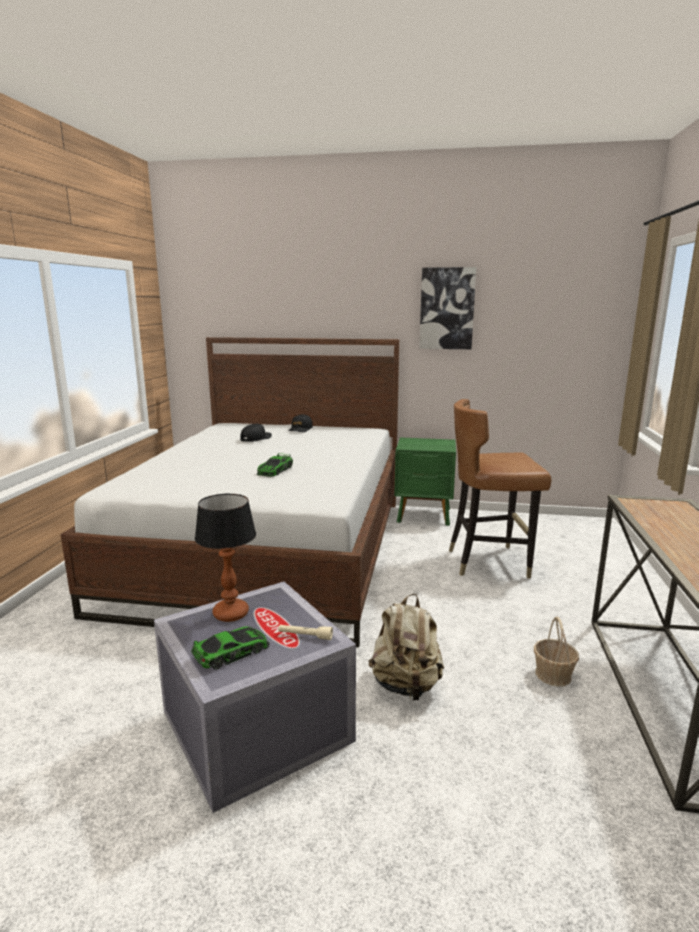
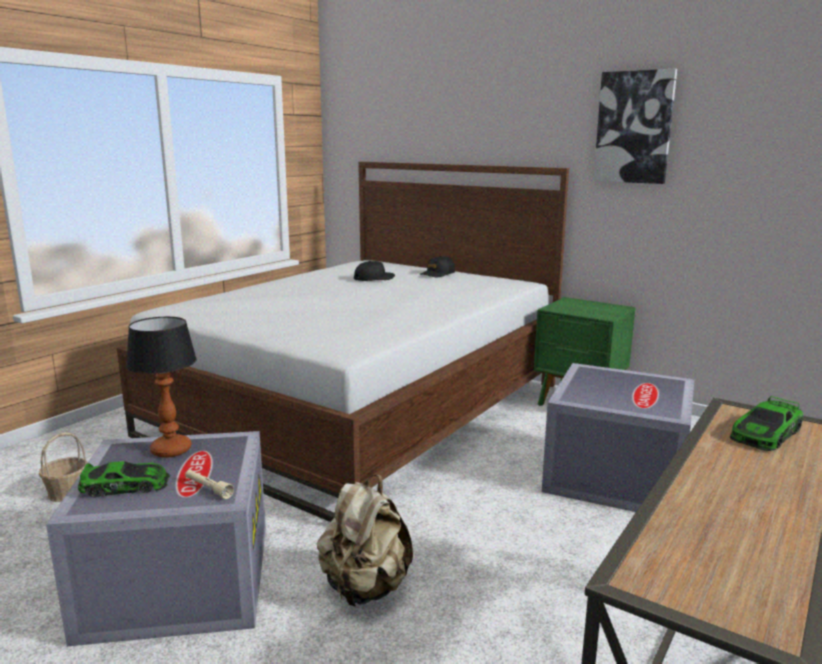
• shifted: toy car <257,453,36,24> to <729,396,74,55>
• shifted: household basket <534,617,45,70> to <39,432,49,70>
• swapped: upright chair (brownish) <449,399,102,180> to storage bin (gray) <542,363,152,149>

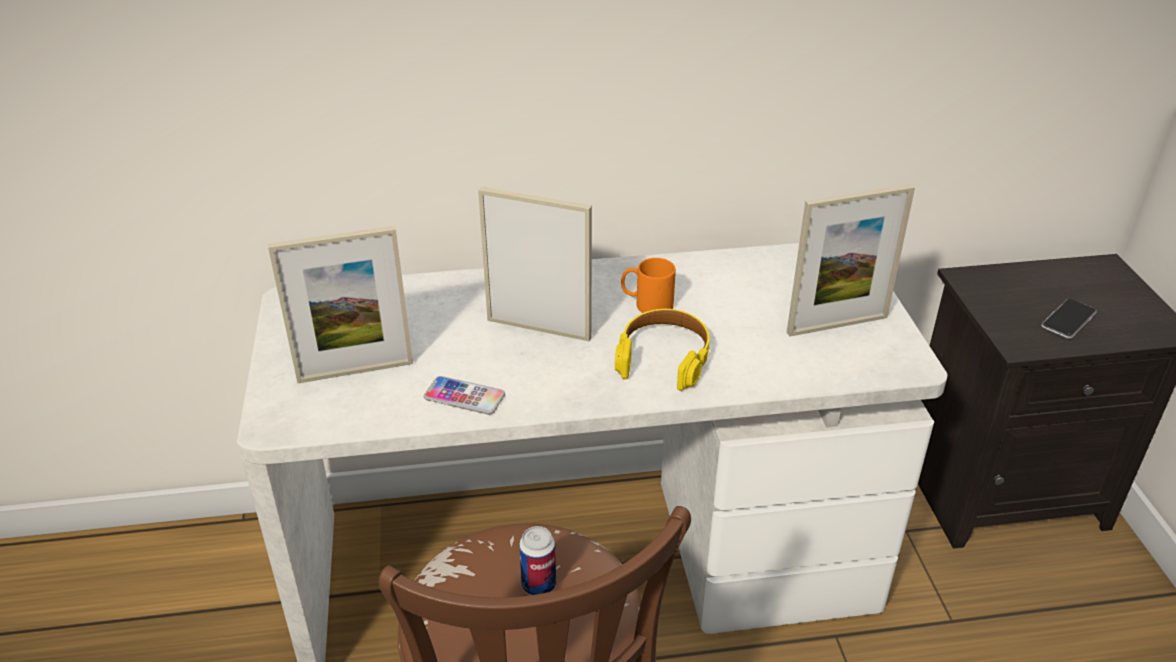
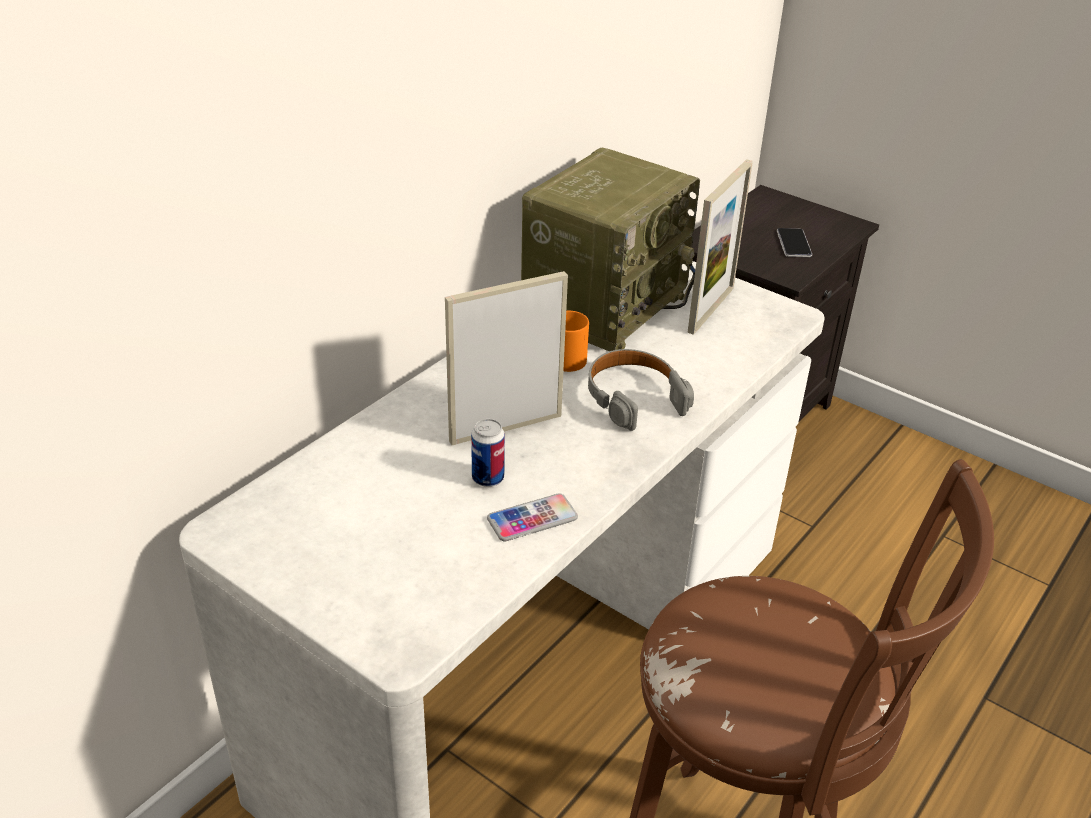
• gone: picture frame <268,226,145,157>
• new: radio <521,148,179,203>
• shifted: can <519,526,37,69> to <471,419,34,68>
• repainted: headset (yellowish) <615,309,95,82> to headset (gray) <588,349,106,82>

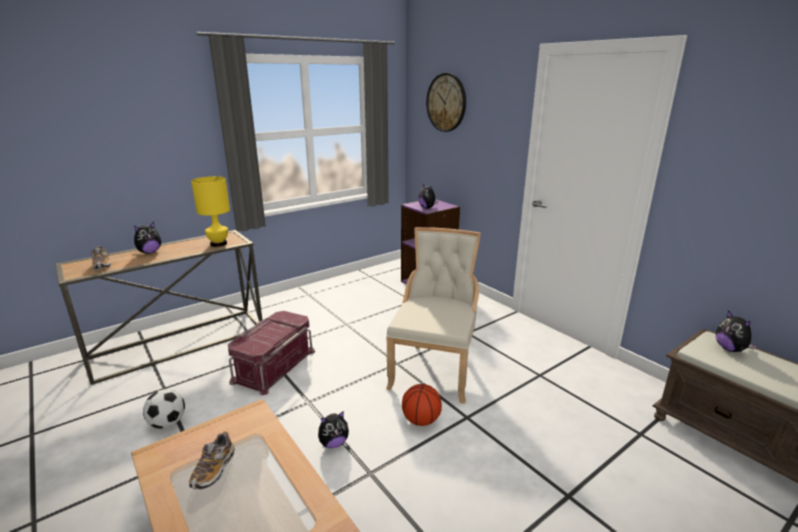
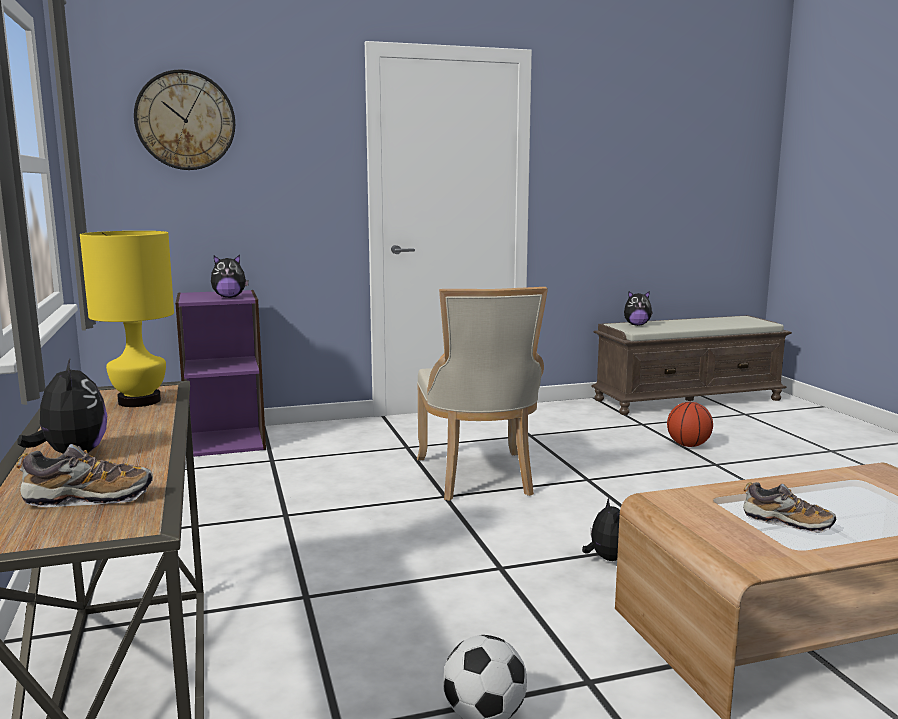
• gone: storage bin (red-coloured) <228,311,87,84>
• shifted: ball for basketball <402,384,40,42> to <667,402,46,45>
• rotated: upright chair (beige-coloured) <386,227,95,177> = <417,287,131,214> 135 degrees counterclockwise

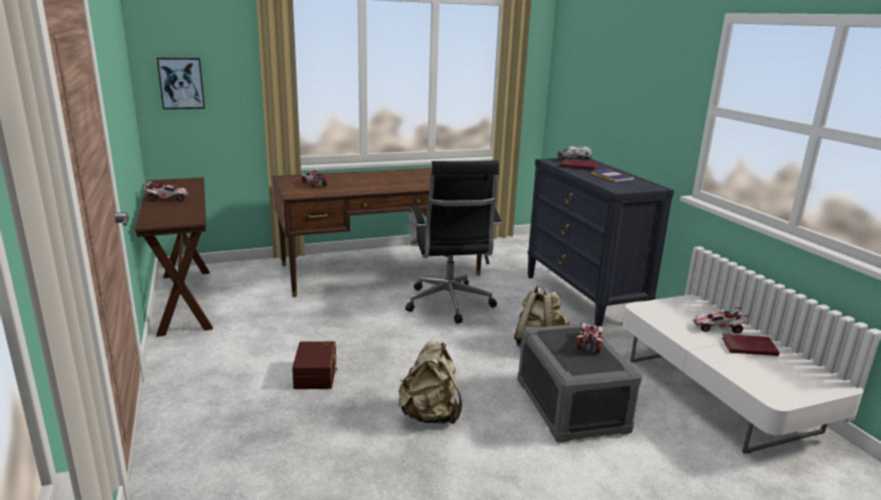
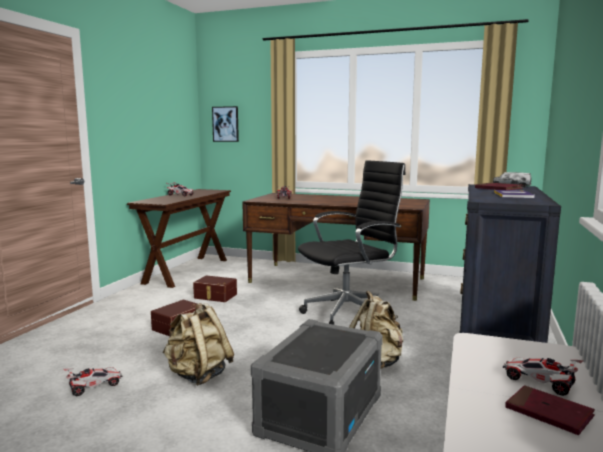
• new: storage bin (brownish) <193,275,44,27>
• shifted: toy car <576,323,28,30> to <64,367,58,29>
• rotated: office chair (black) <405,160,96,164> = <298,160,108,165> 150 degrees counterclockwise

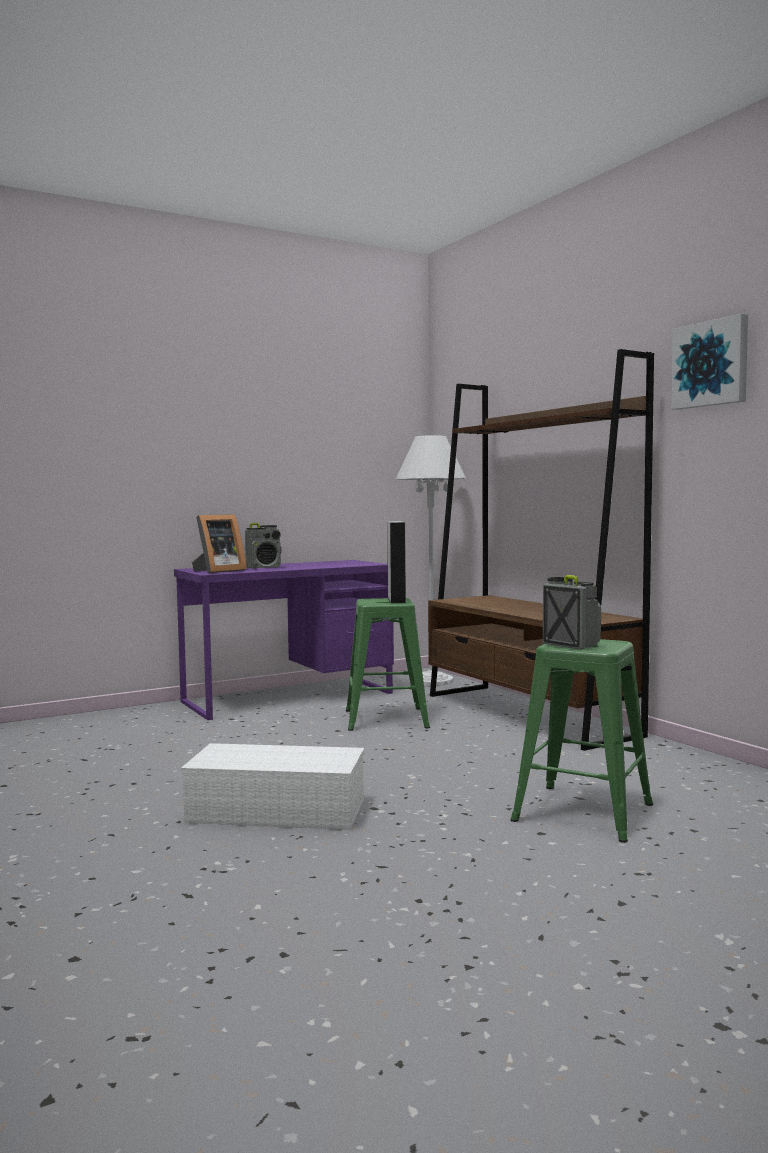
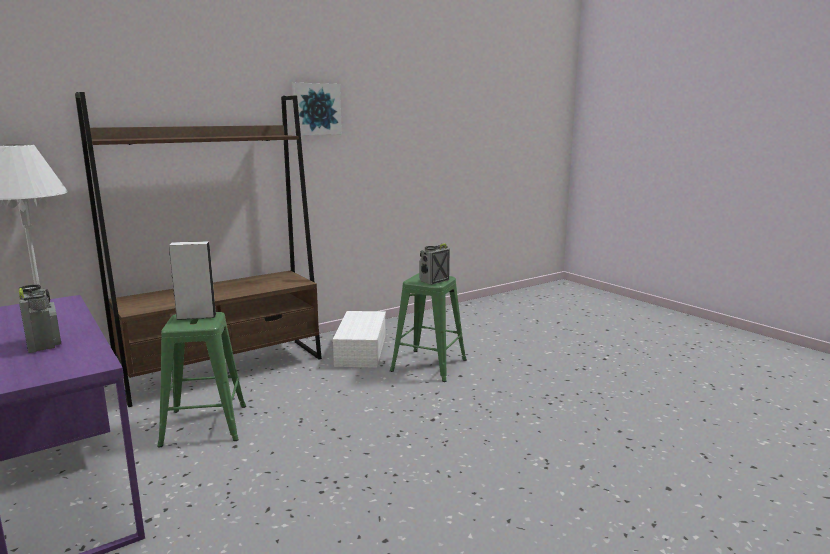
• gone: picture frame <192,514,55,59>
• shifted: storage bin (white-coloured) <181,743,183,87> to <332,311,54,57>

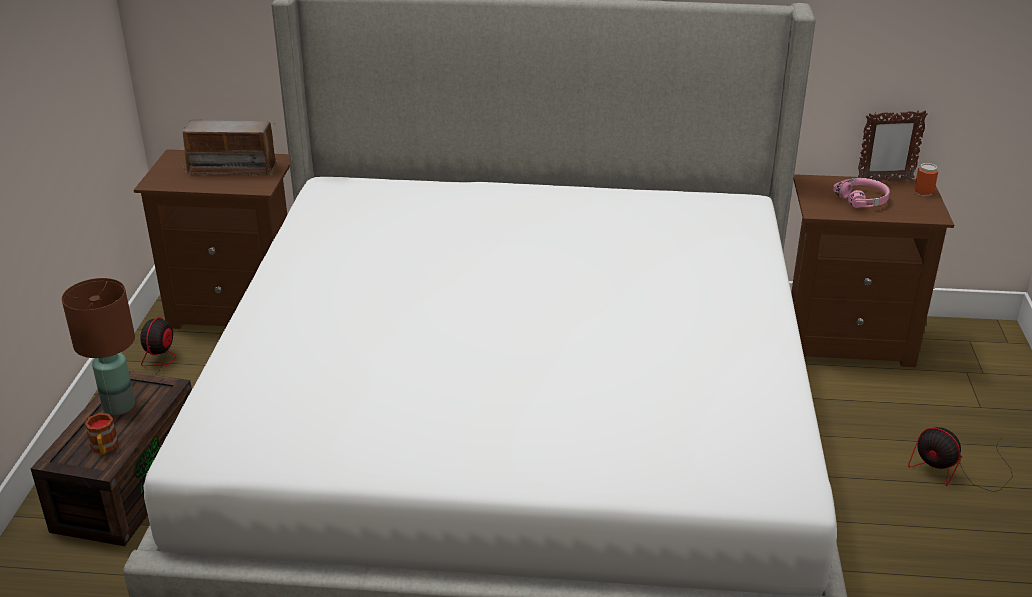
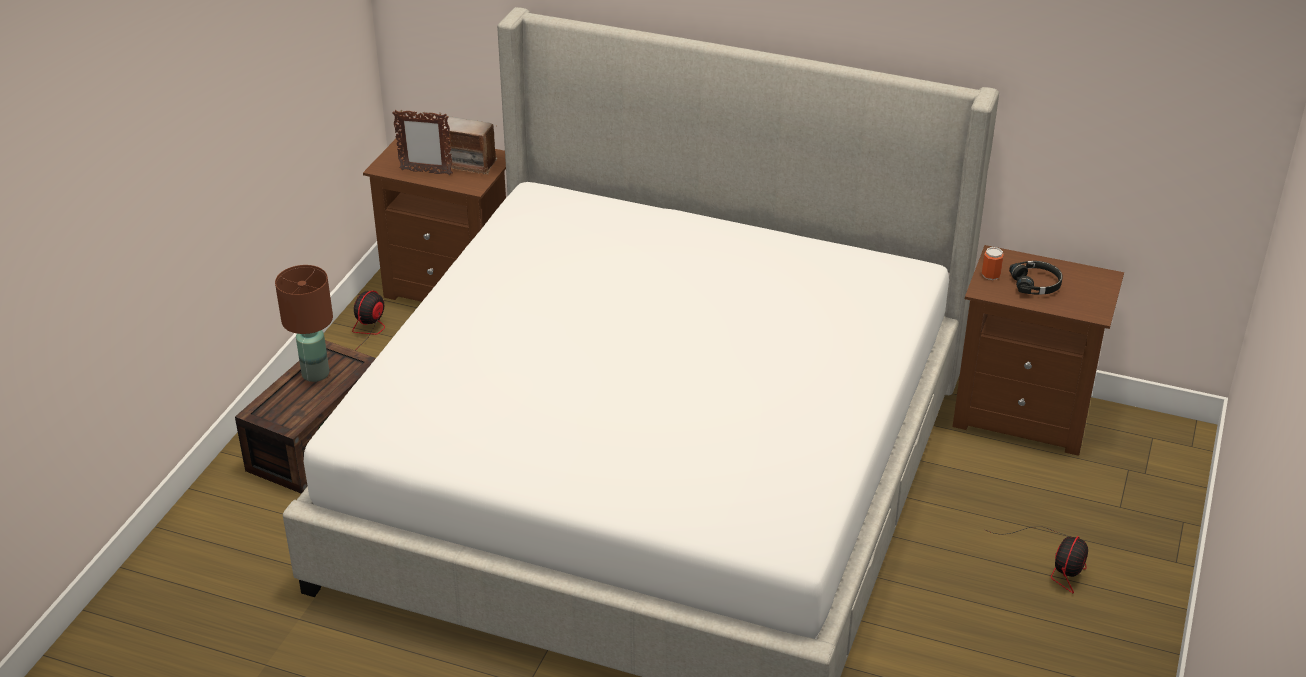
• gone: coffee mug <85,413,34,42>
• shifted: picture frame <857,111,71,70> to <392,110,61,65>
• shifted: can <914,163,24,33> to <982,247,22,33>
• repainted: headset (pink-coloured) <833,178,57,30> to headset (black) <1009,261,54,34>
• rotated: cooling fan <908,427,105,65> = <985,527,103,66> 120 degrees counterclockwise

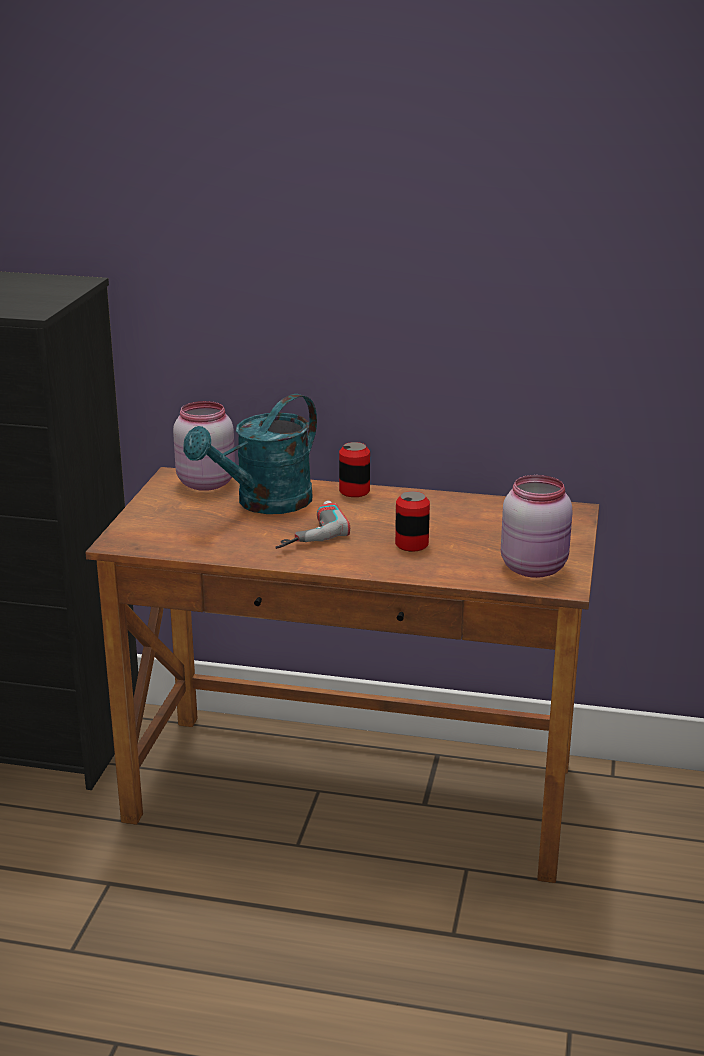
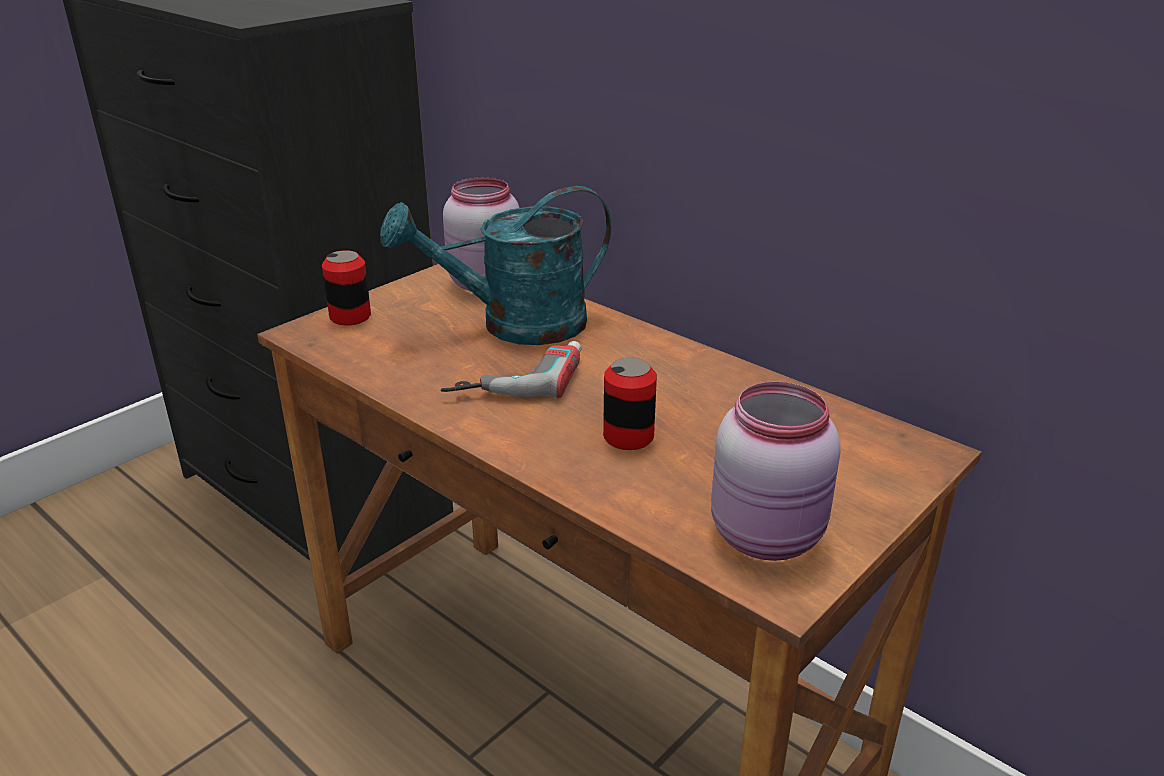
• shifted: can <339,442,31,55> to <322,250,49,75>

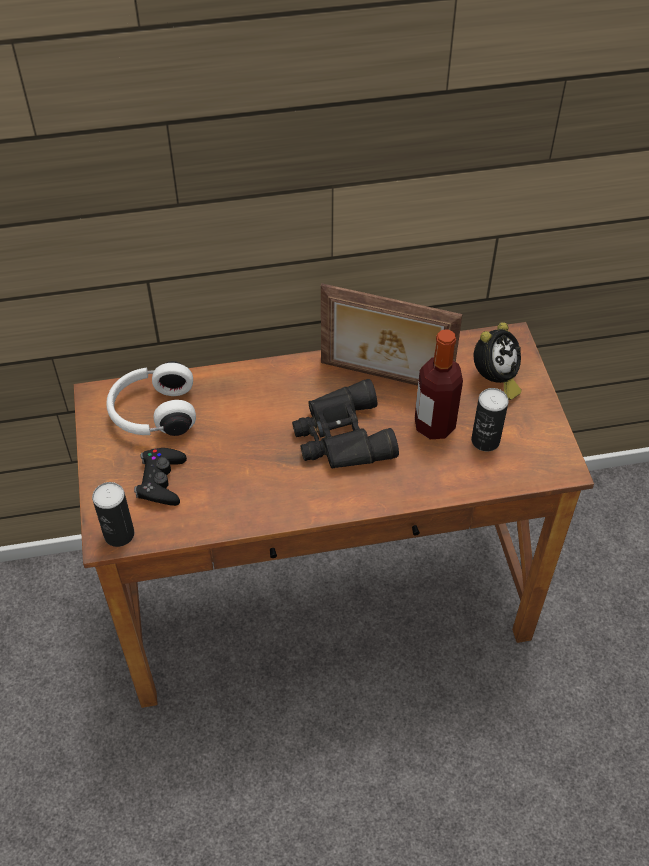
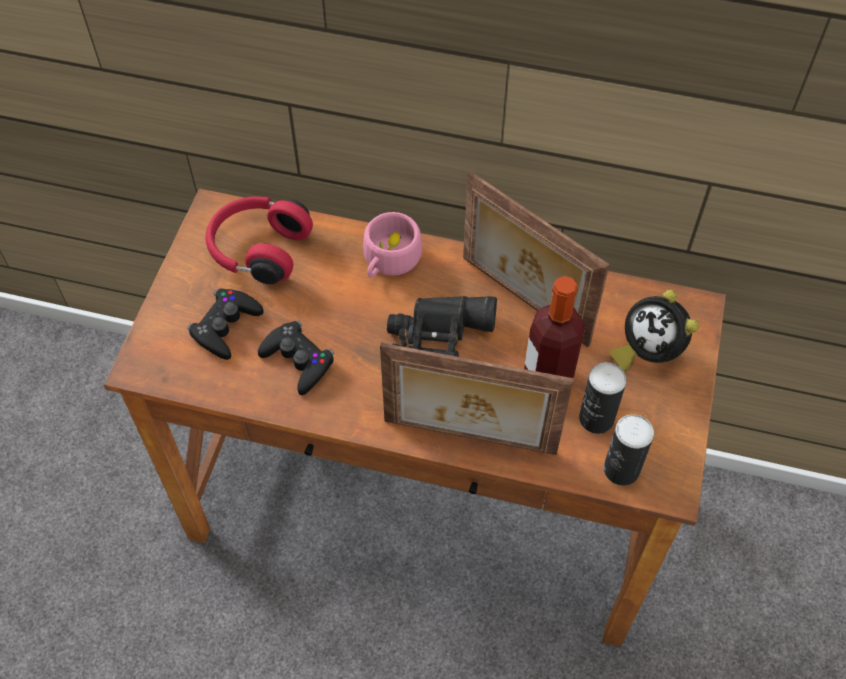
• new: joypad (black) <258,320,76,75>
• new: drinking cup (pink-coloured) <363,212,59,66>
• new: picture frame <380,343,194,112>
• shifted: can <92,482,42,65> to <604,414,50,72>
• repainted: headset (white-coloured) <106,361,90,75> to headset (red-coloured) <206,196,107,88>
• rotated: alarm clock <474,322,47,78> = <610,290,89,81> 75 degrees clockwise

